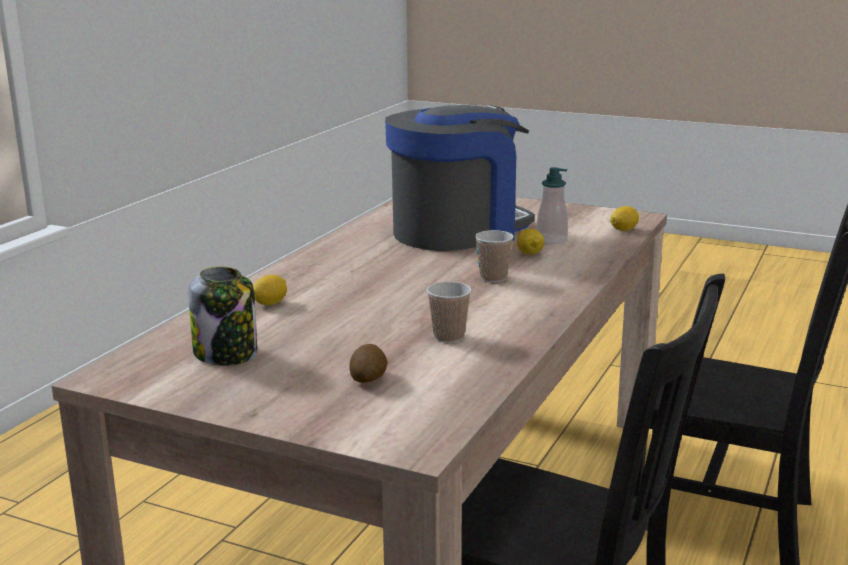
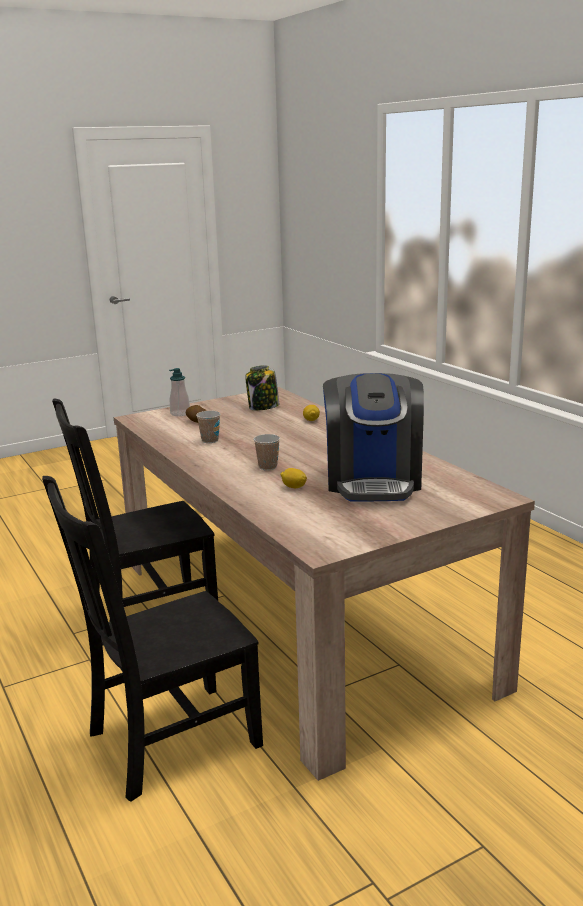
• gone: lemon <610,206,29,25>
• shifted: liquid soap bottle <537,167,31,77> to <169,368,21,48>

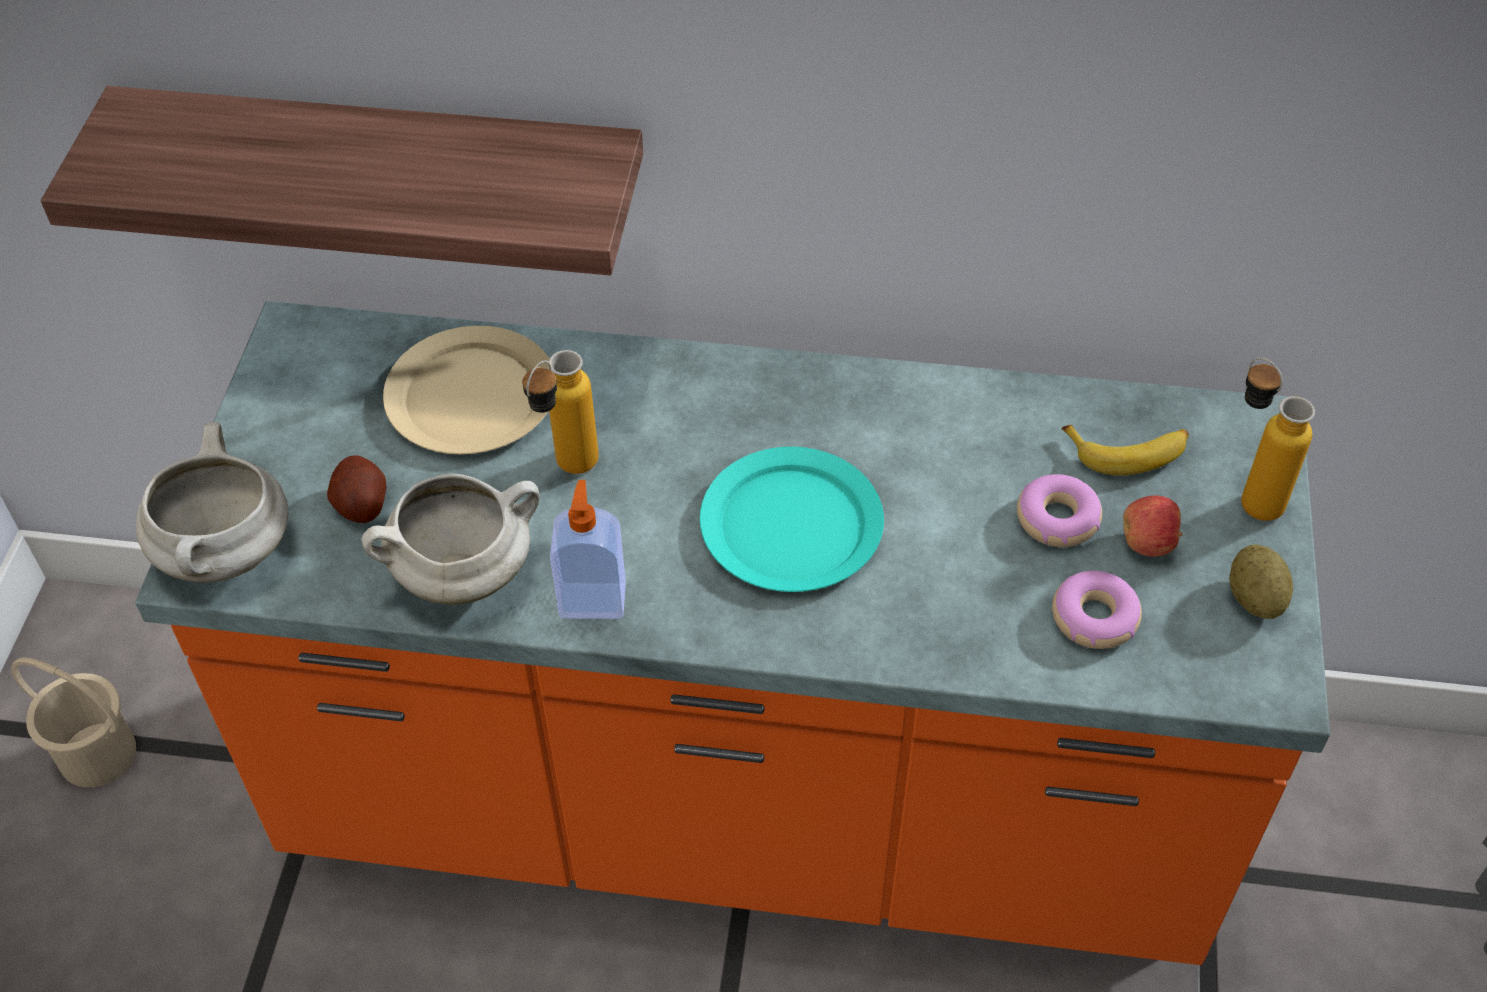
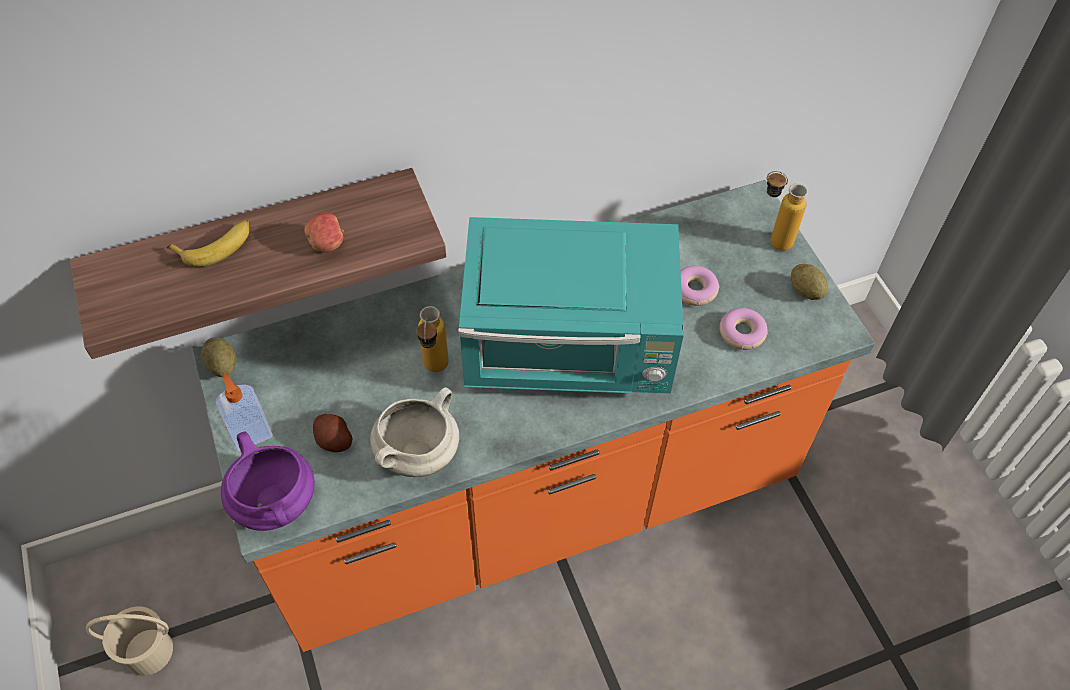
• gone: flat dish (beige-coloured) <383,326,166,128>
• new: potato <201,337,35,40>
• shifted: liquid soap bottle <550,480,76,139> to <216,373,57,78>
• shifted: banana fruit <1062,425,127,50> to <167,219,82,48>
• shifted: apple <1123,496,60,61> to <304,213,40,39>
• swapped: flat dish (blue-green) <700,447,184,145> to microwave (blue-green) <458,217,226,176>
• repainted: stockpot (white-coloured) <136,422,152,161> to stockpot (purple) <221,431,94,100>

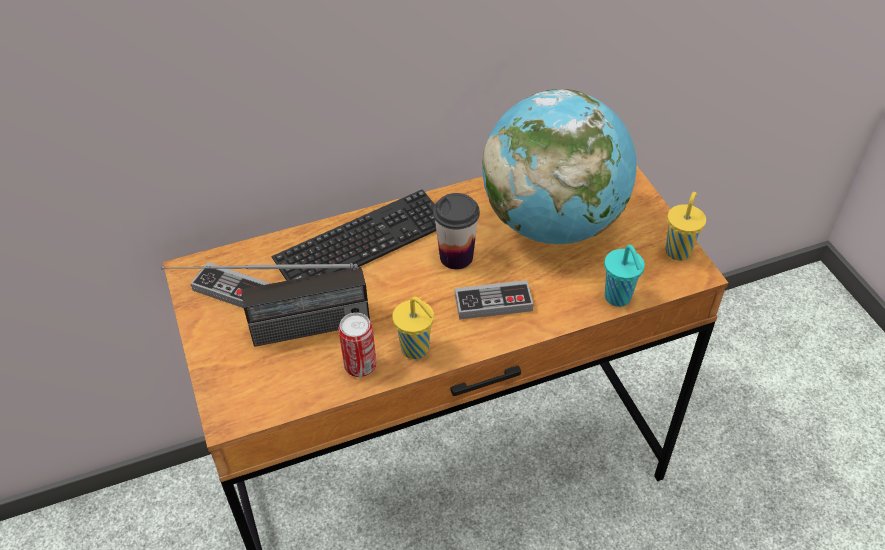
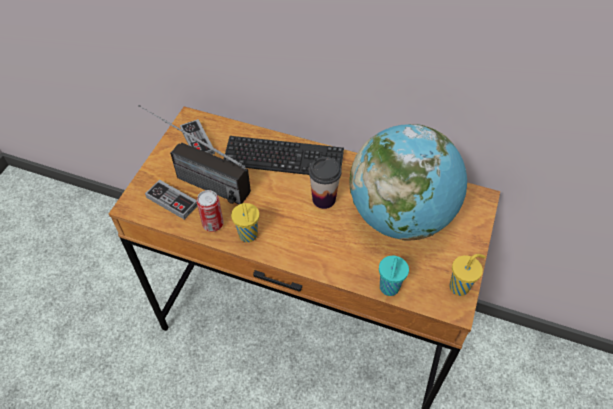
• shifted: joypad <455,280,78,40> to <145,180,52,40>

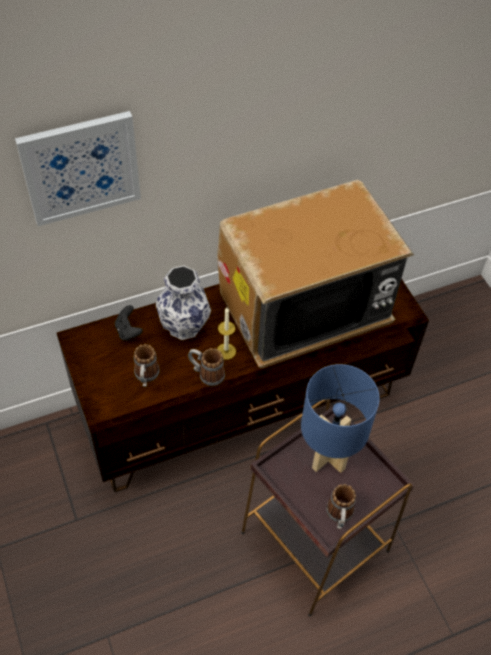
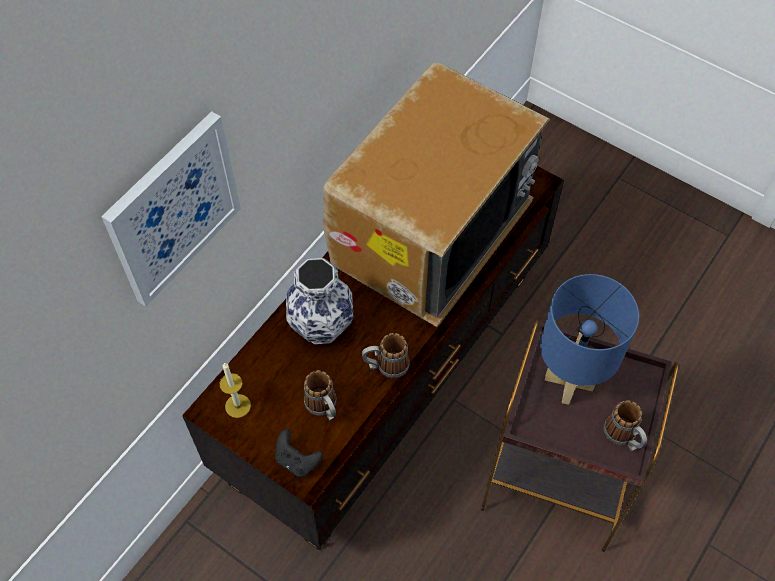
• shifted: joypad (black) <115,305,28,36> to <275,429,48,48>
• shifted: wax candle <217,308,19,52> to <219,363,32,55>

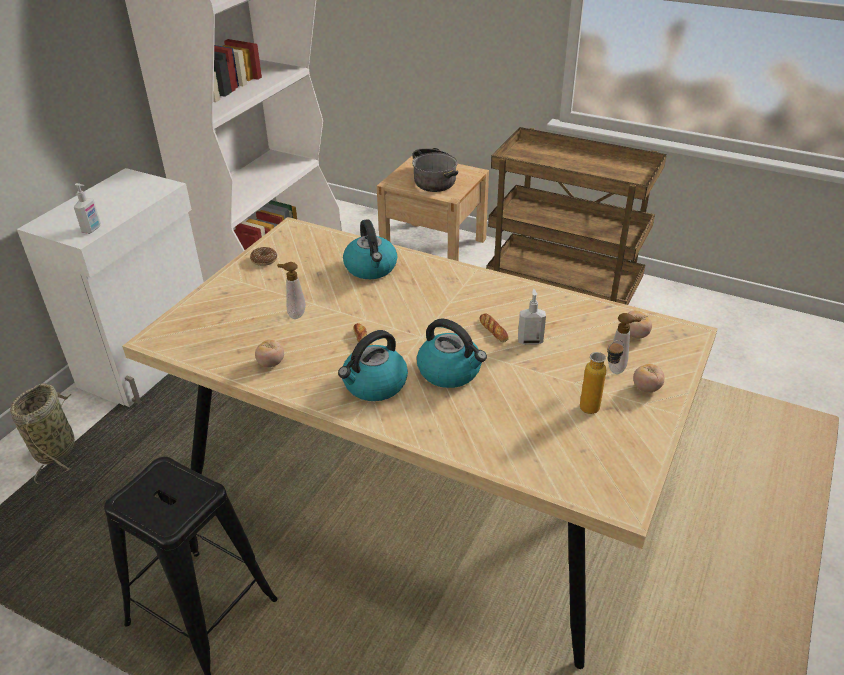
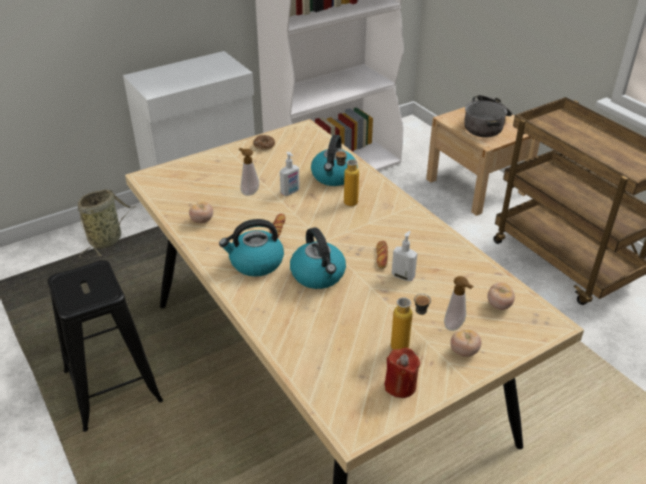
• new: bottle <336,148,23,58>
• new: wax candle (red-coloured) <385,348,35,50>
• shifted: liquid soap bottle <74,183,27,51> to <280,152,20,44>

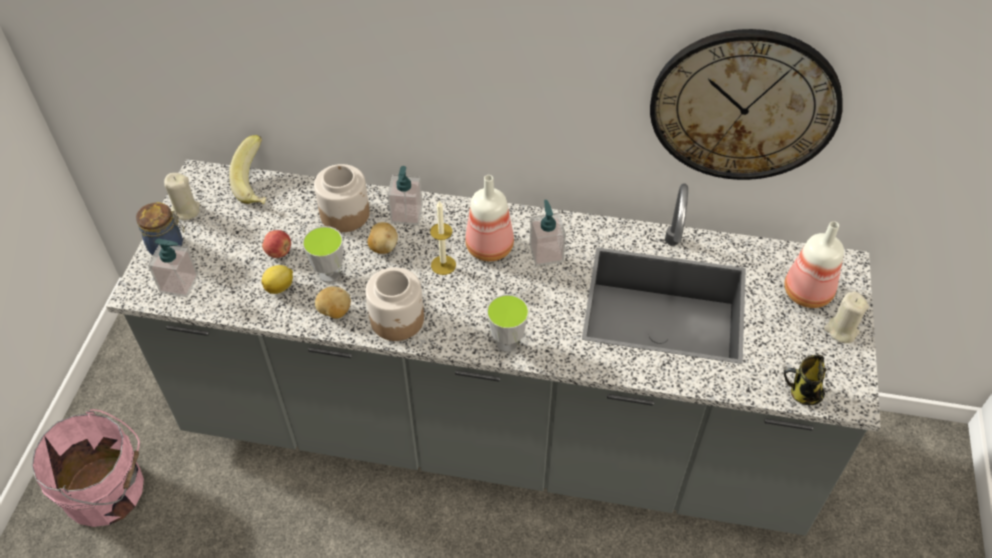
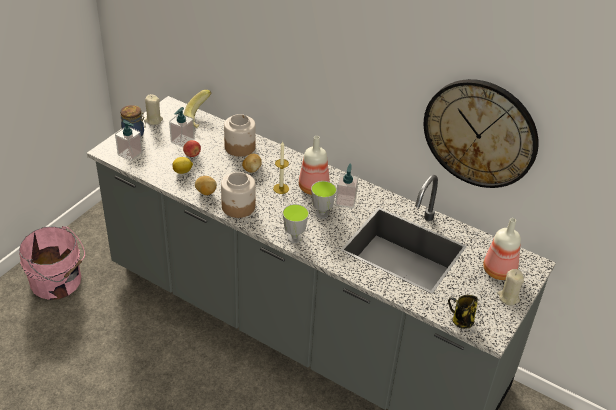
• shifted: drinking cup <302,226,41,57> to <311,181,26,38>
• shifted: liquid soap bottle <387,166,36,60> to <169,107,26,40>

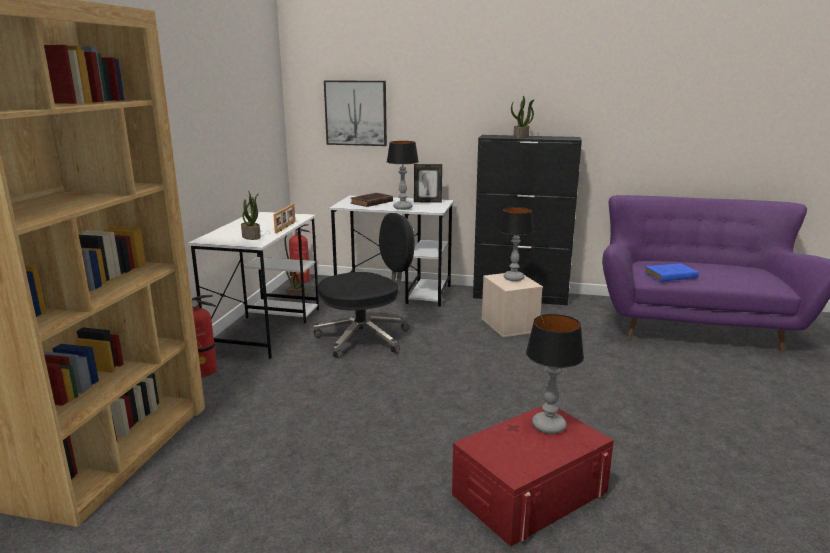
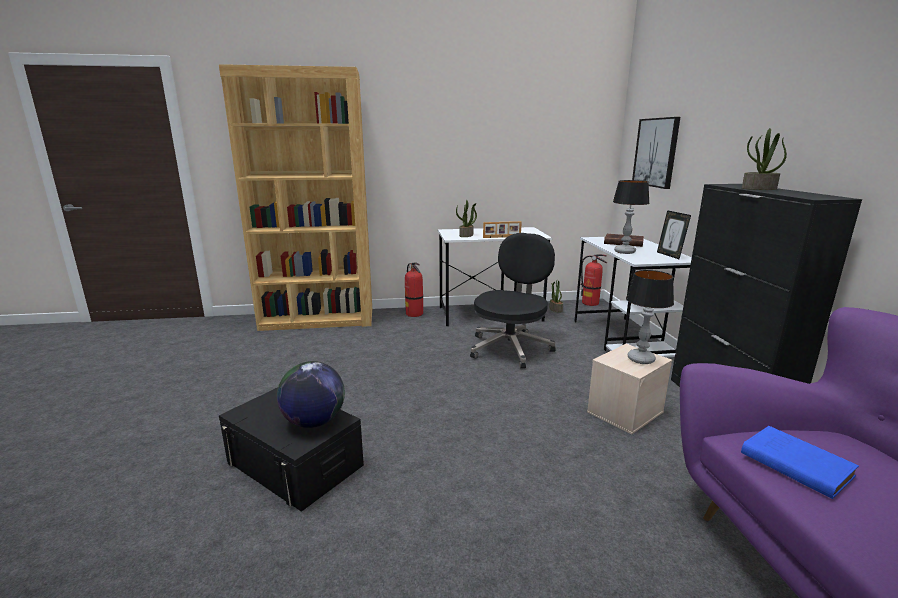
• swapped: table lamp <526,314,58,120> to globe <277,361,68,67>
• repainted: storage bin (red-coloured) <452,406,162,141> to storage bin (black) <219,387,145,125>
• rotated: office chair (black) <313,213,102,145> = <470,233,85,136> 105 degrees counterclockwise

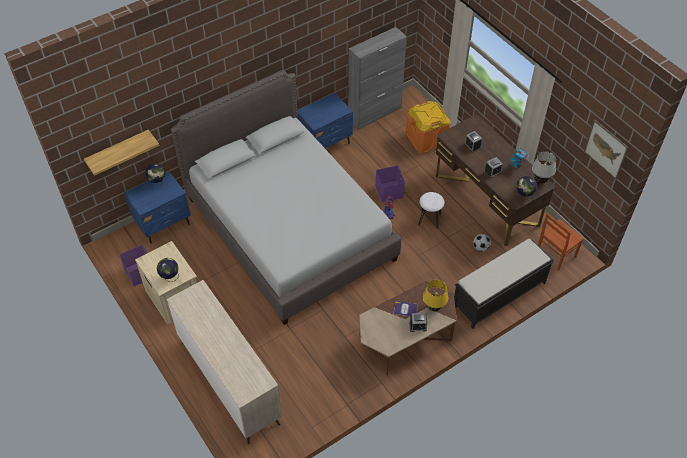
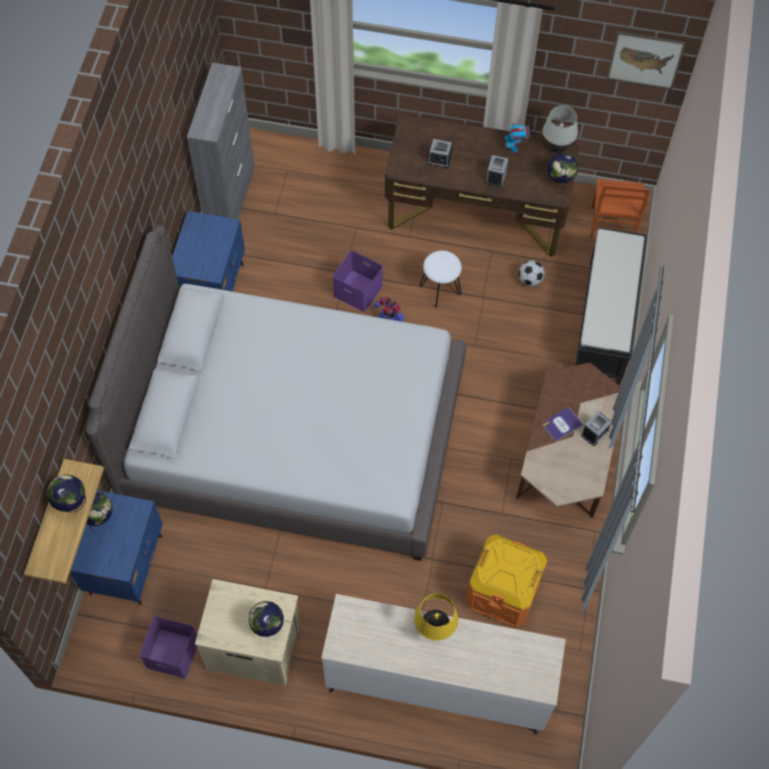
• new: globe <47,474,39,39>
• shifted: storage bin (orangey) <406,101,45,53> to <466,534,81,94>
• shifted: table lamp (yellowish) <423,280,25,31> to <414,593,44,48>

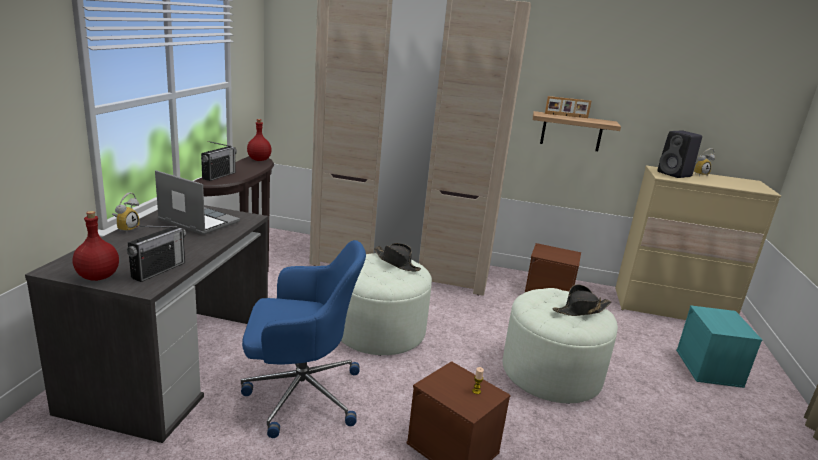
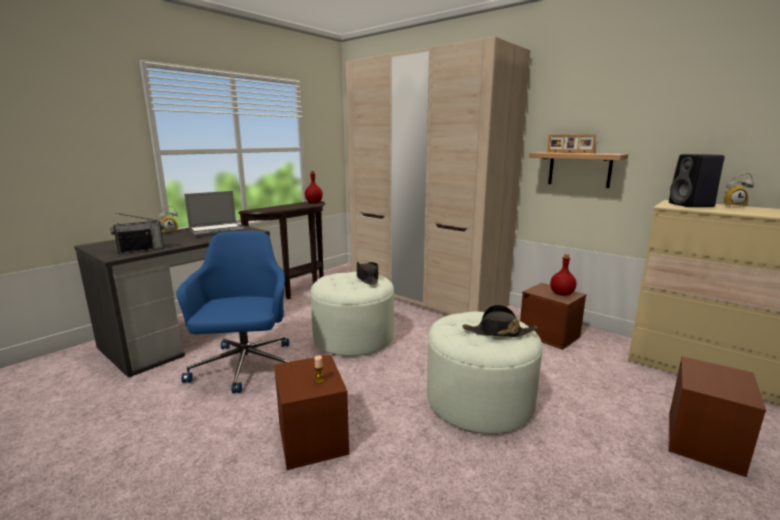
• gone: radio <201,141,36,40>
• shifted: bottle (red-coloured) <73,211,46,70> to <550,254,27,42>
• repainted: storage bin (blue-green) <676,305,86,83> to storage bin (brownish) <668,356,98,121>
• rotated: notebook computer <155,170,85,65> = <184,191,61,46> 90 degrees clockwise
• rotated: office chair (bluish) <241,240,125,198> = <176,231,115,162> 120 degrees counterclockwise

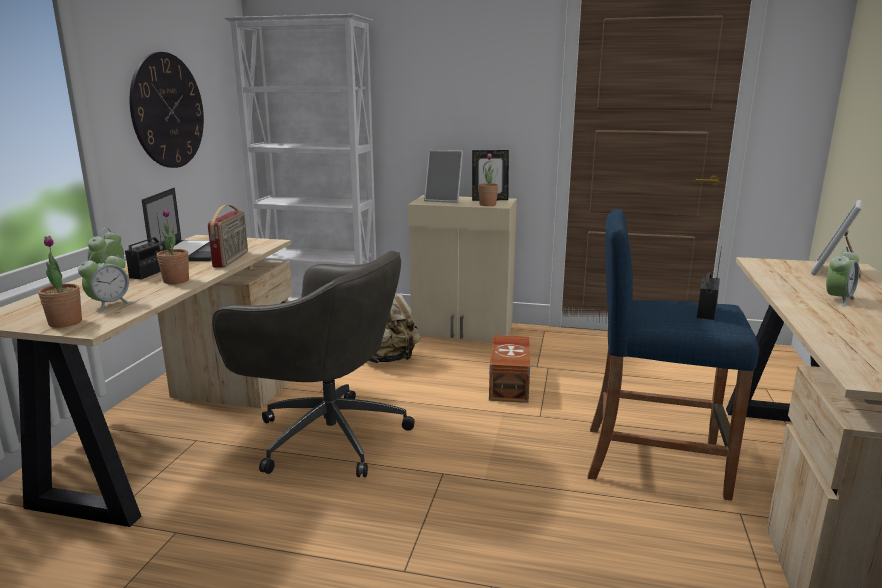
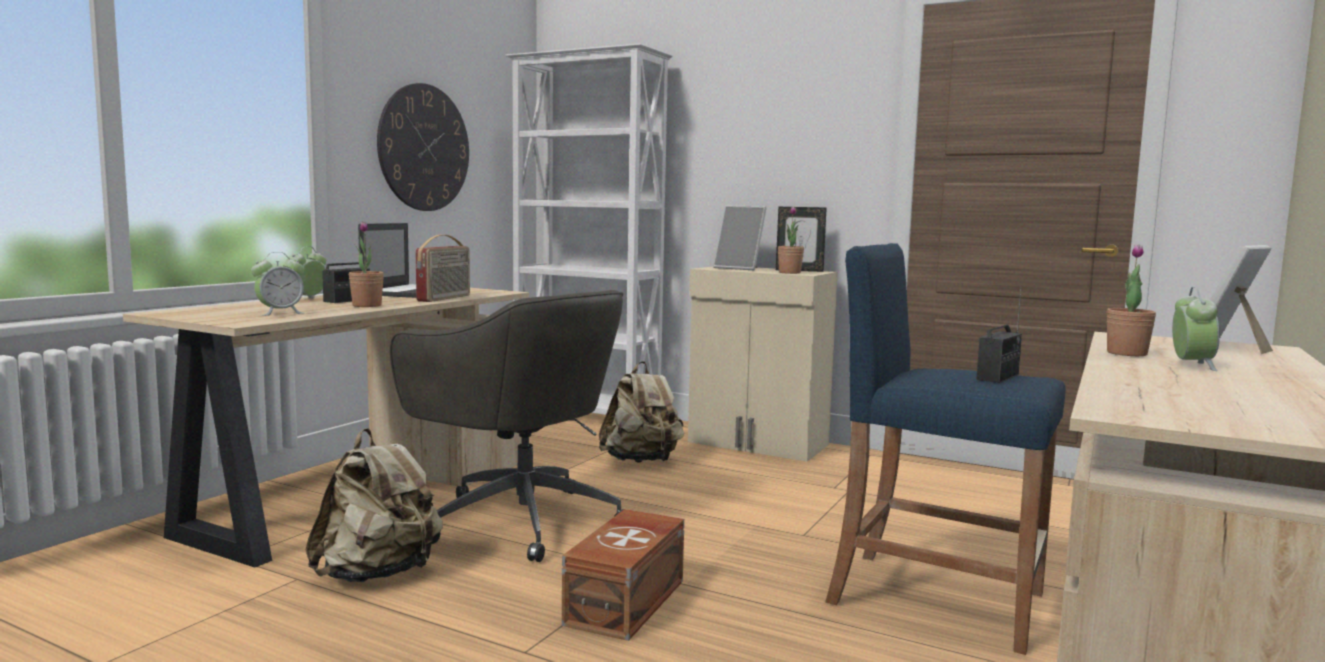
• new: knapsack (beige-coloured) <306,428,137,154>
• shifted: potted plant <38,236,44,92> to <1107,244,49,112>
• shifted: storage bin (brownish) <489,335,41,68> to <562,509,122,132>
• rotated: alarm clock <826,247,33,59> = <1172,287,48,84> 45 degrees counterclockwise

